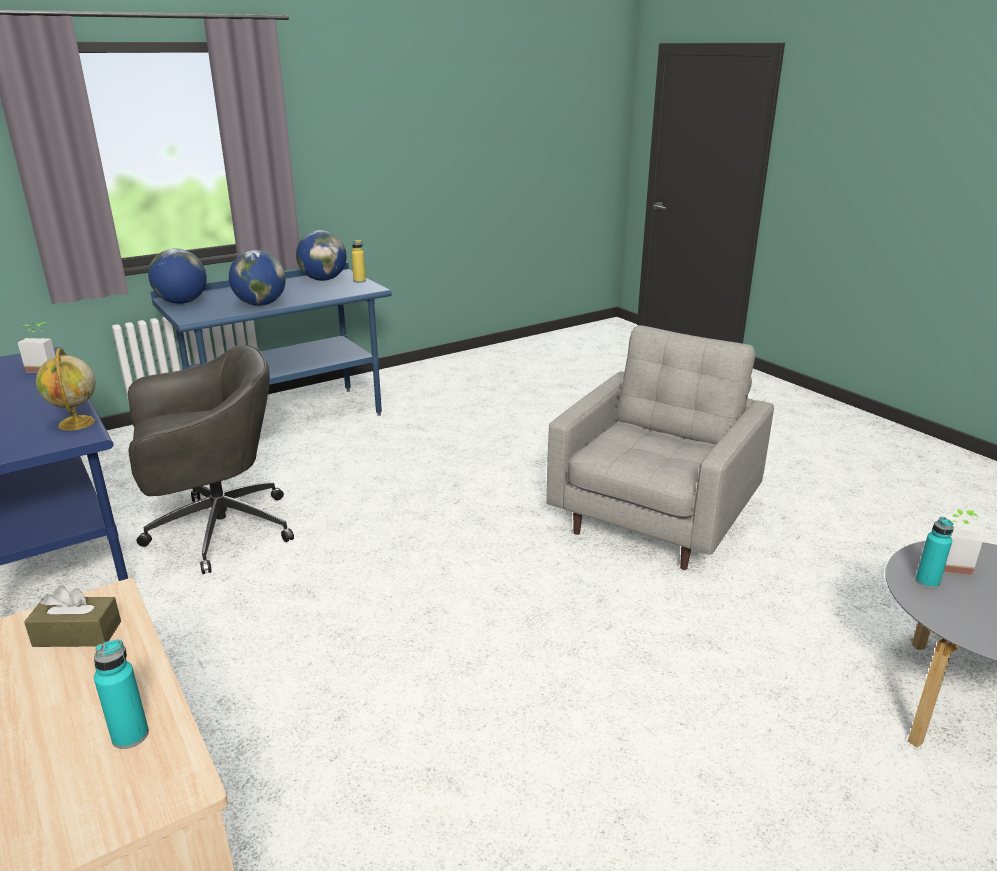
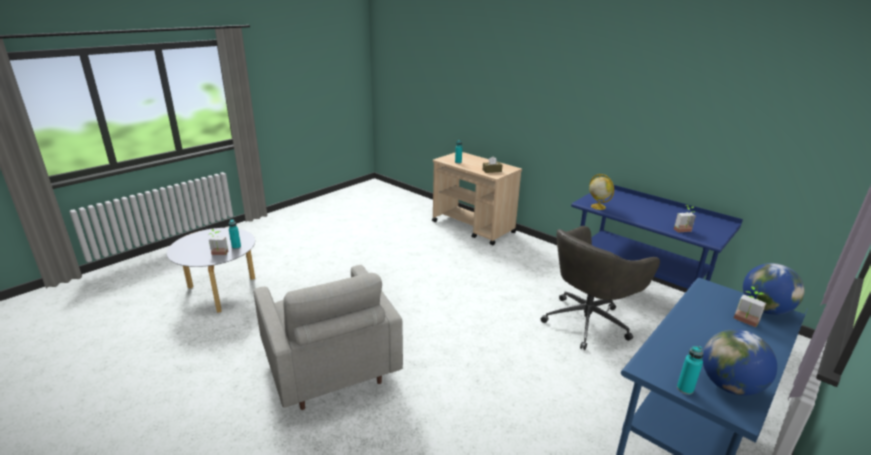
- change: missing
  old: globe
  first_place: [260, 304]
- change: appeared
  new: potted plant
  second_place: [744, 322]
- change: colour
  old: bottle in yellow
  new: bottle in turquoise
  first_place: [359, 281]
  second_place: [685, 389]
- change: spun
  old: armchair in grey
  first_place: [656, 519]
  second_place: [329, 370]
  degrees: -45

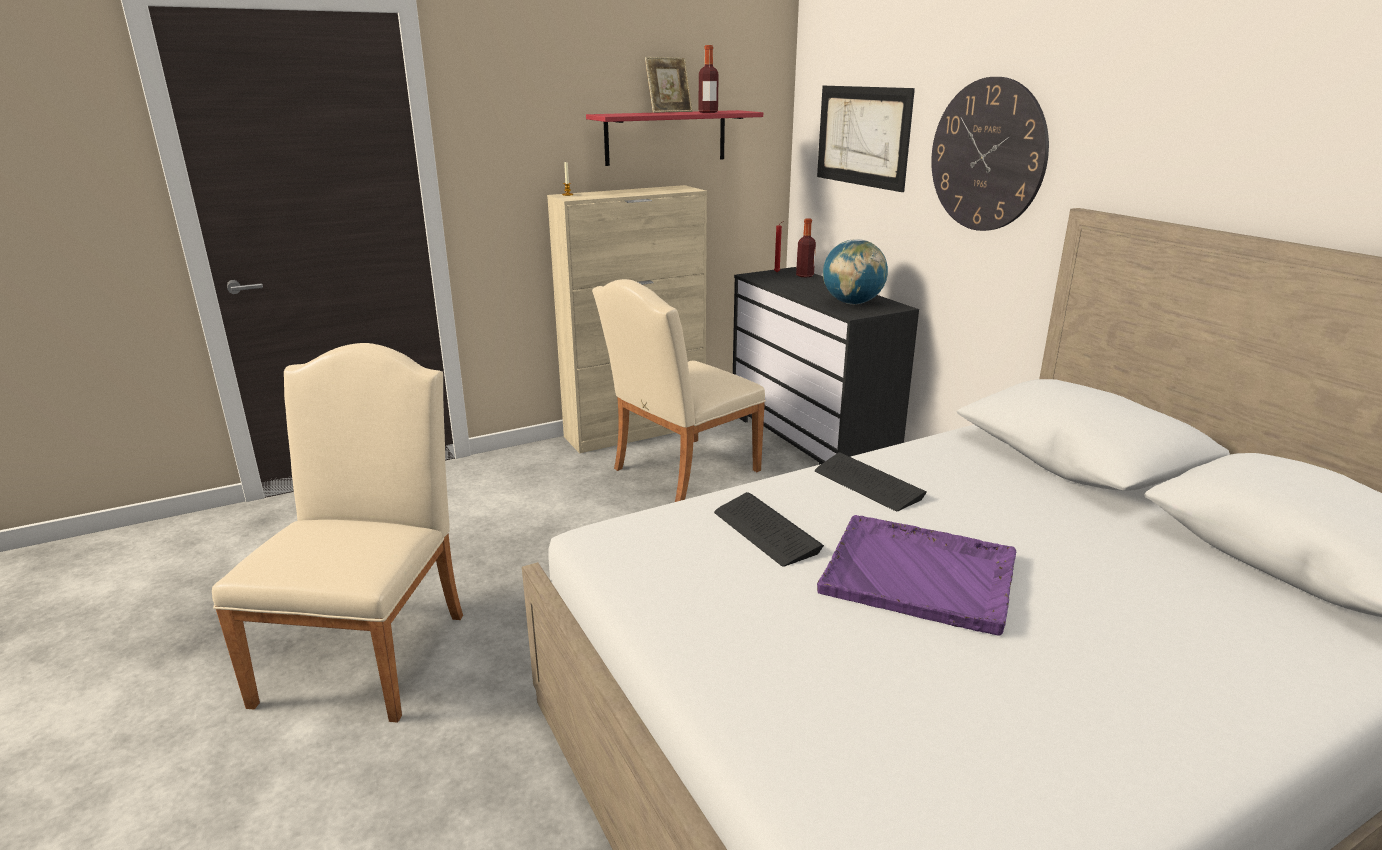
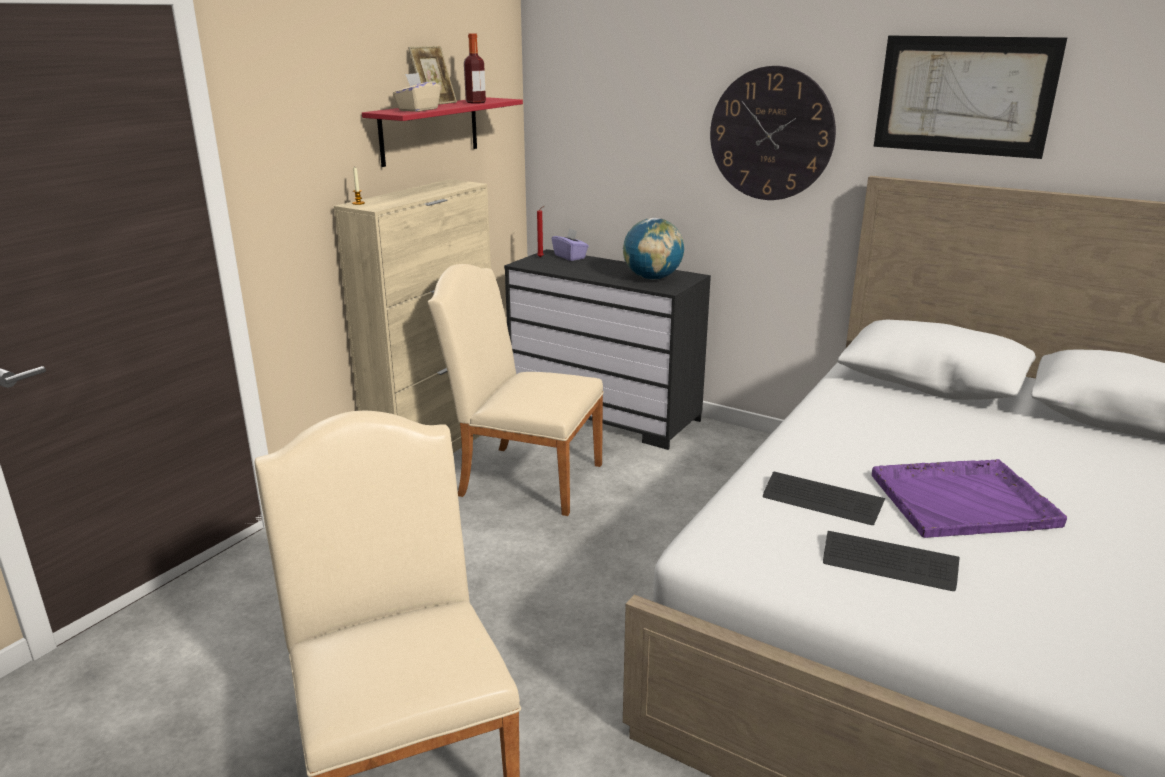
- change: appeared
  new: tissue box in beige
  second_place: [418, 110]
- change: relocated
  old: keyboard
  first_place: [868, 484]
  second_place: [889, 563]
- change: relocated
  old: picture
  first_place: [862, 136]
  second_place: [963, 95]
- change: exchanged
  old: bottle
  new: tissue box in purple
  first_place: [805, 275]
  second_place: [570, 257]
- change: spun
  old: chair in beige
  first_place: [679, 472]
  second_place: [522, 477]
  degrees: 90

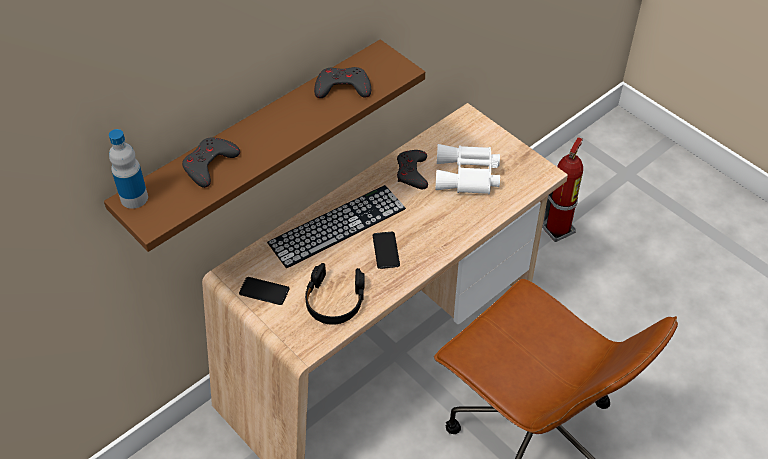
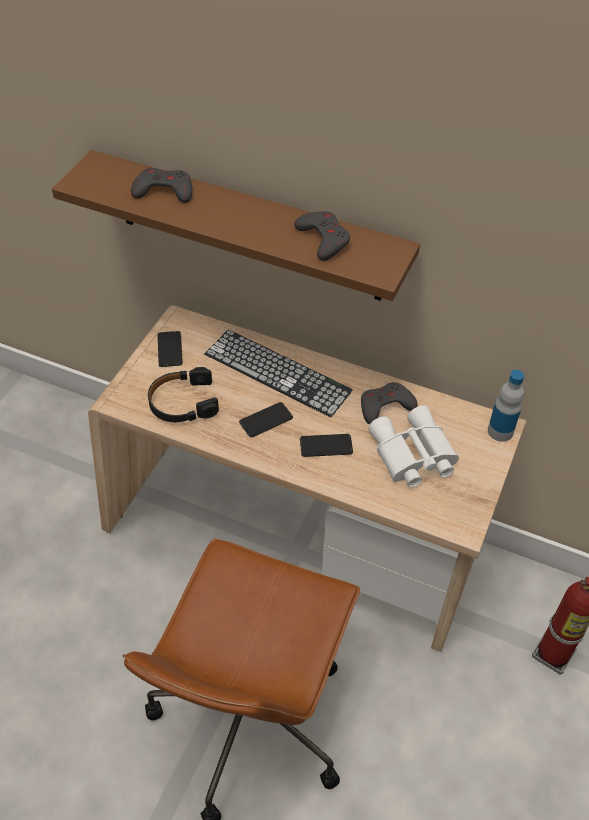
- change: appeared
  new: phone
  second_place: [326, 446]
- change: relocated
  old: bottle
  first_place: [134, 198]
  second_place: [500, 431]

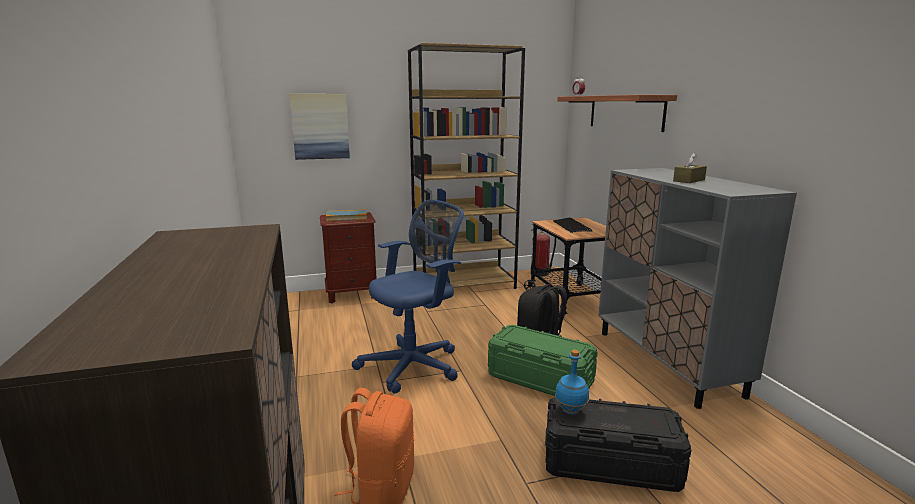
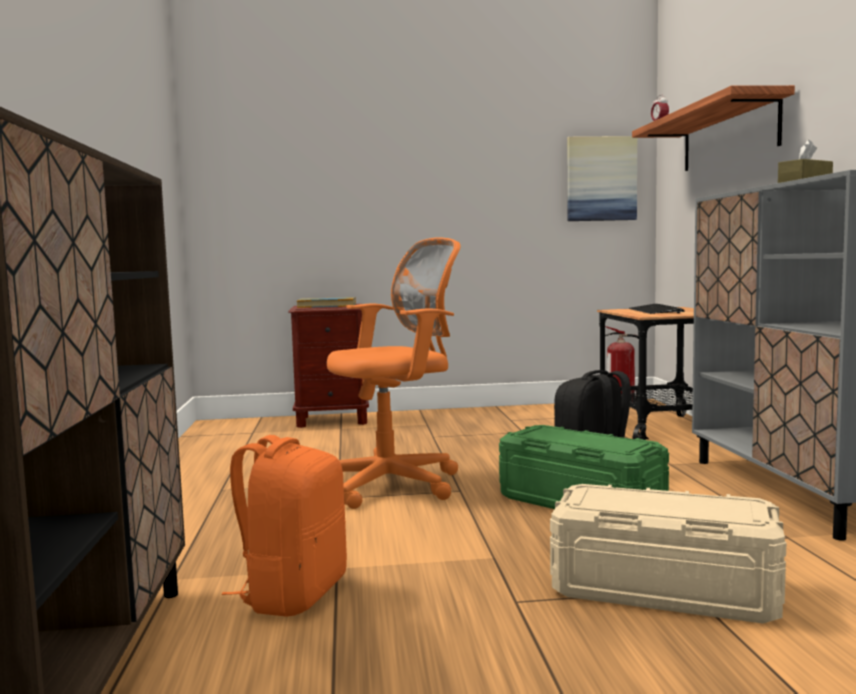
- change: missing
  old: bookcase in brown
  first_place: [464, 285]
- change: missing
  old: bottle in blue
  first_place: [571, 410]
- change: relocated
  old: picture
  first_place: [320, 126]
  second_place: [601, 179]
- change: colour
  old: office chair in blue
  new: office chair in orange
  first_place: [415, 365]
  second_place: [393, 484]
- change: colour
  old: storage box in black
  new: storage box in beige
  first_place: [610, 464]
  second_place: [664, 589]

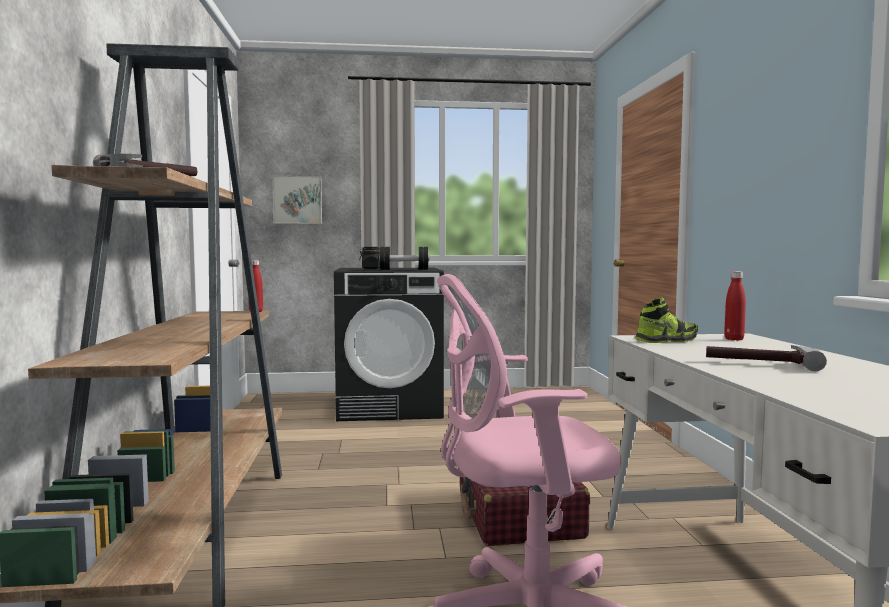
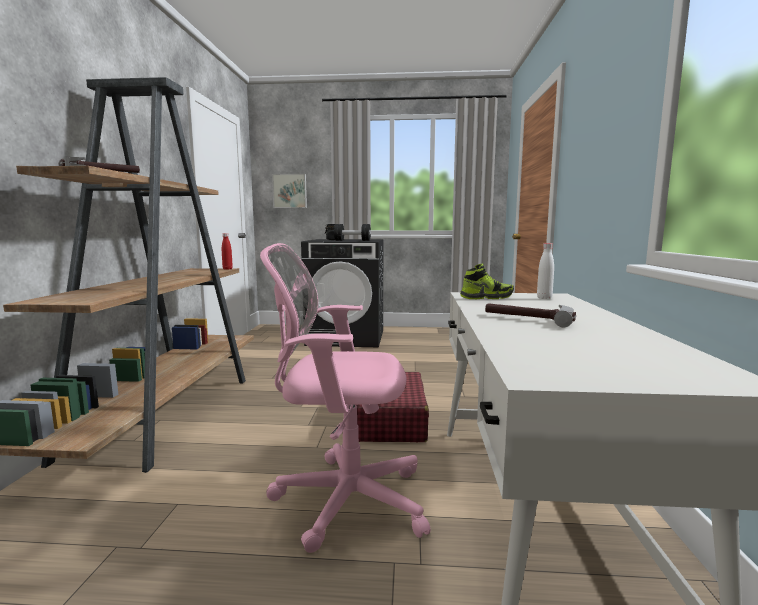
- change: colour
  old: bottle in red
  new: bottle in white
  first_place: [734, 339]
  second_place: [544, 298]

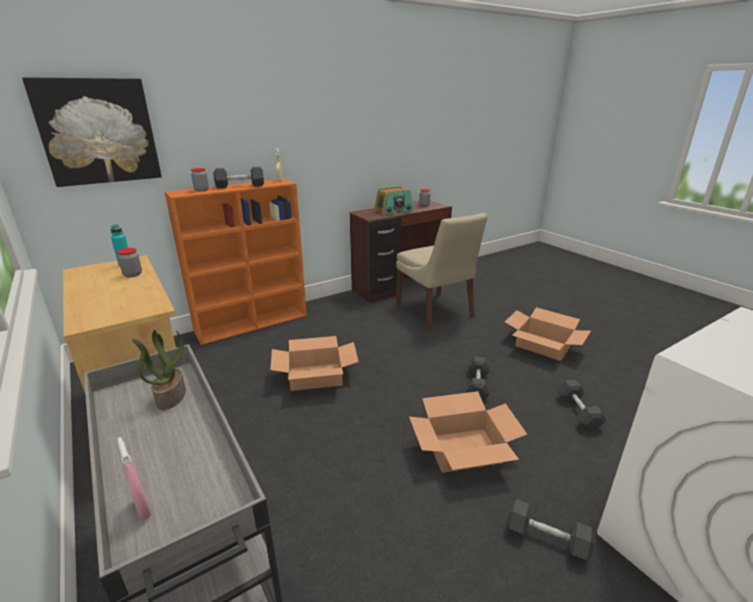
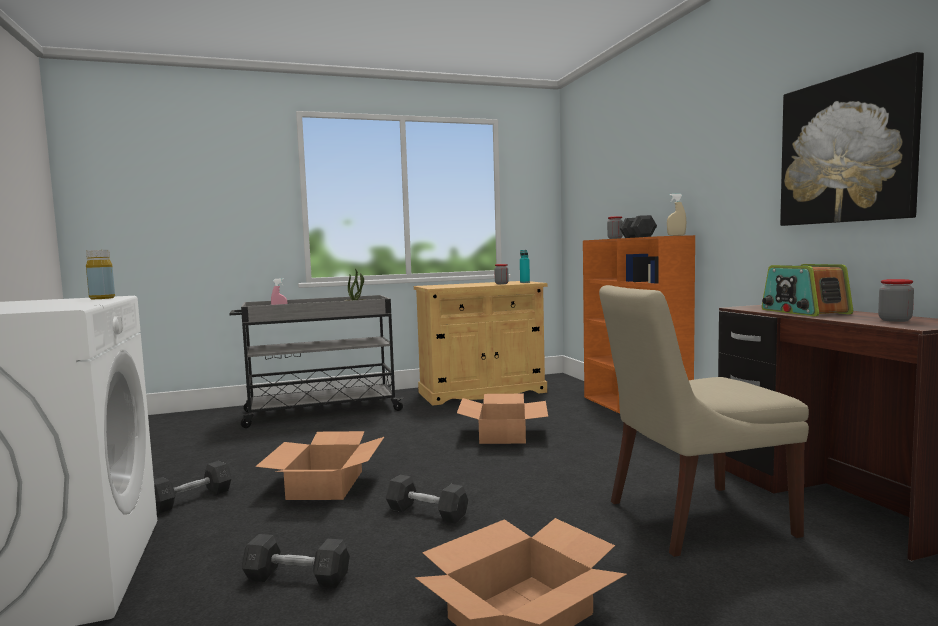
- change: appeared
  new: bottle in yellow
  second_place: [102, 298]
- change: relocated
  old: picture
  first_place: [98, 132]
  second_place: [847, 150]

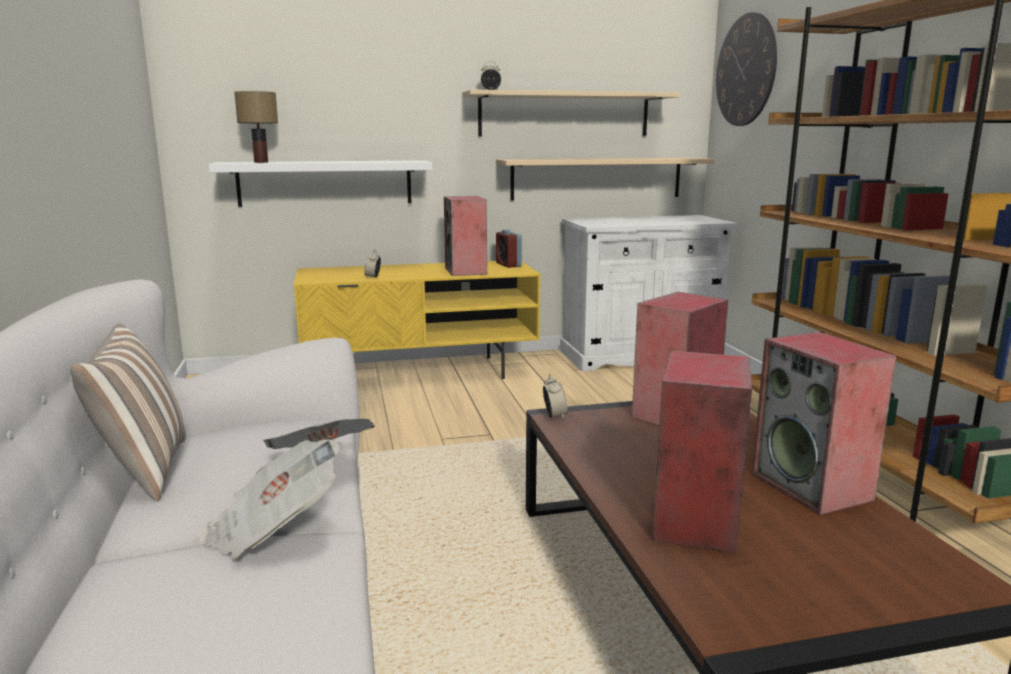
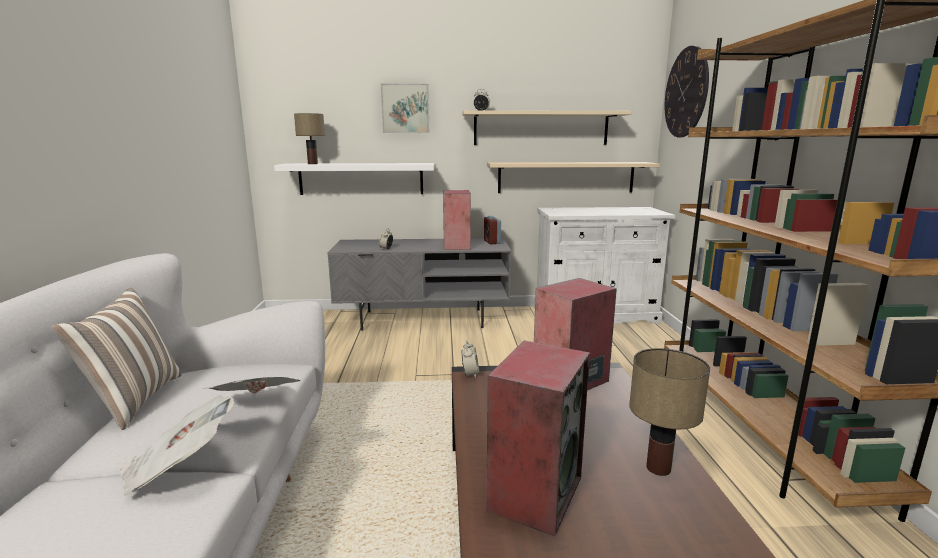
- change: appeared
  new: picture
  second_place: [405, 108]
- change: exchanged
  old: speaker
  new: table lamp
  first_place: [813, 487]
  second_place: [660, 469]
- change: colour
  old: tv stand in yellow
  new: tv stand in grey
  first_place: [421, 372]
  second_place: [424, 319]

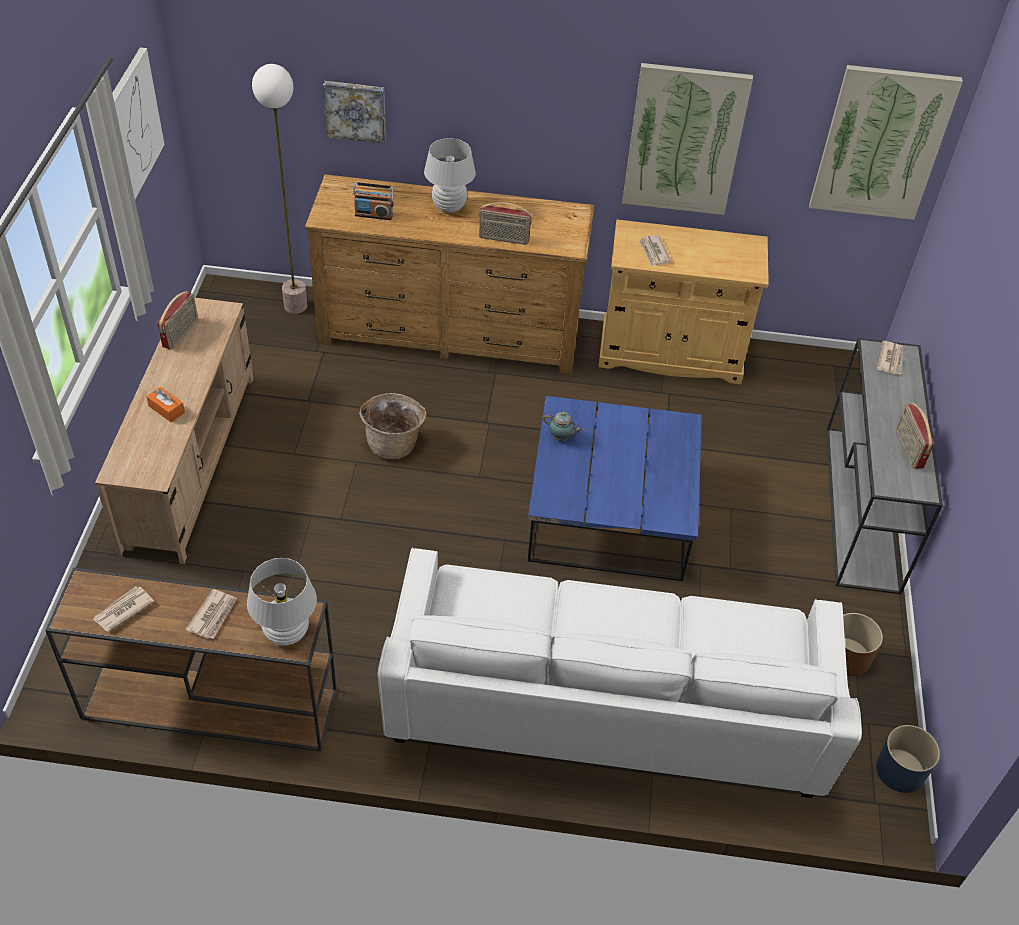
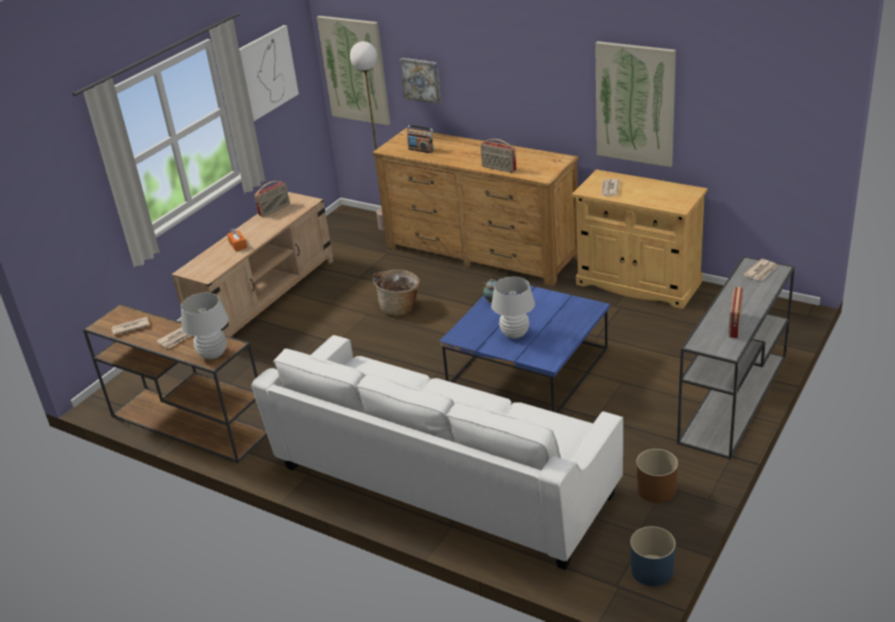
- change: relocated
  old: table lamp in white
  first_place: [449, 207]
  second_place: [515, 334]
- change: relocated
  old: picture
  first_place: [881, 143]
  second_place: [355, 70]

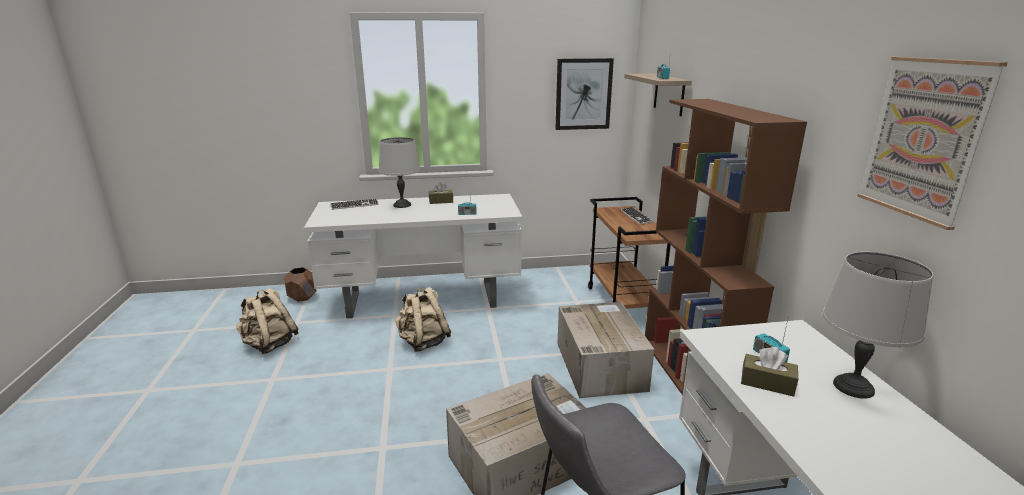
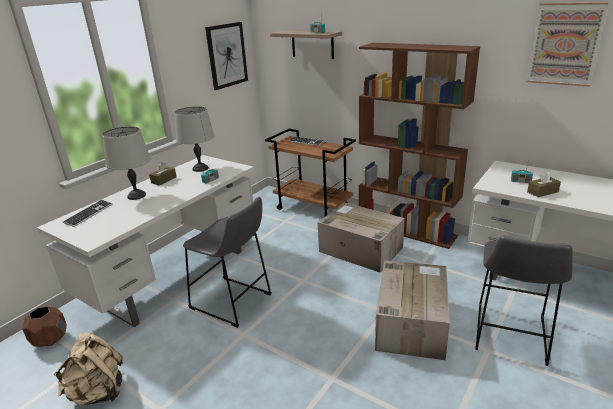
- change: relocated
  old: table lamp in grey
  first_place: [853, 387]
  second_place: [200, 168]
- change: exchanged
  old: backpack in beige
  new: stool in grey
  first_place: [423, 342]
  second_place: [234, 303]

